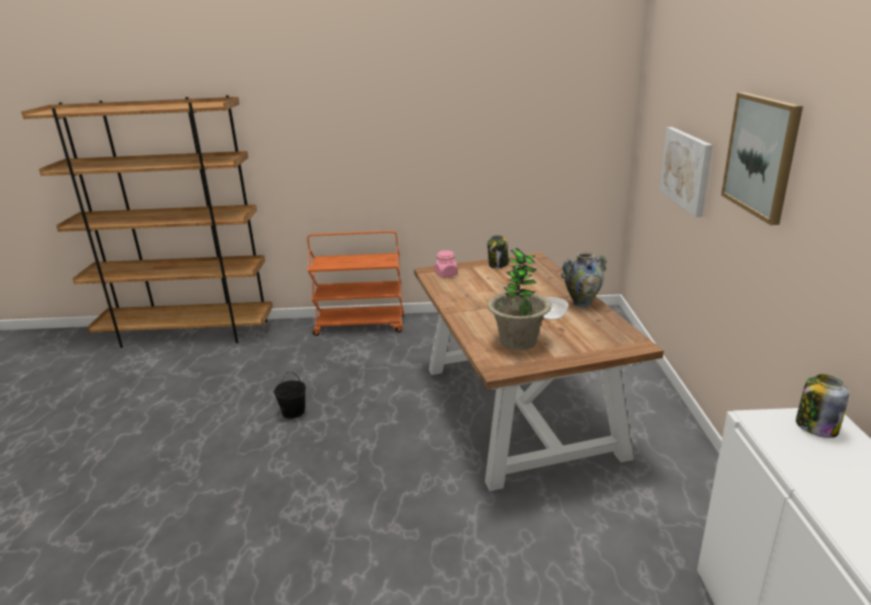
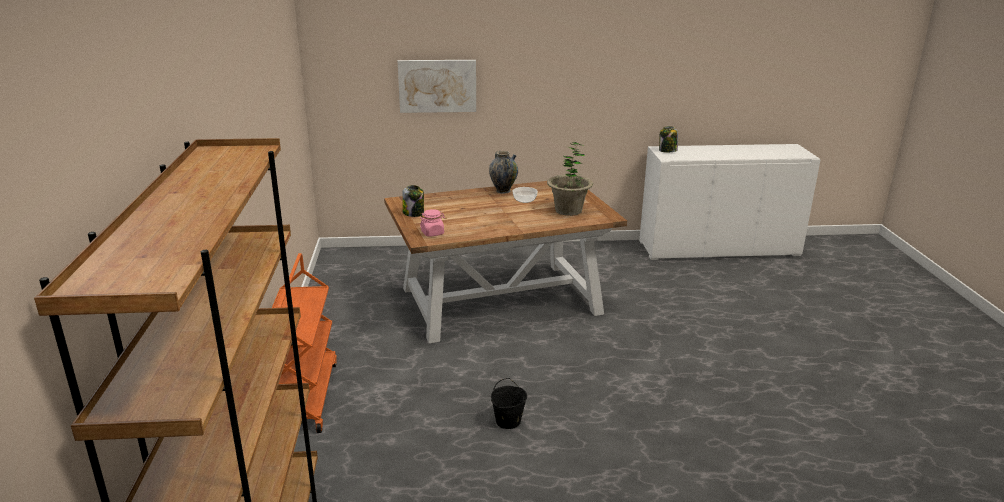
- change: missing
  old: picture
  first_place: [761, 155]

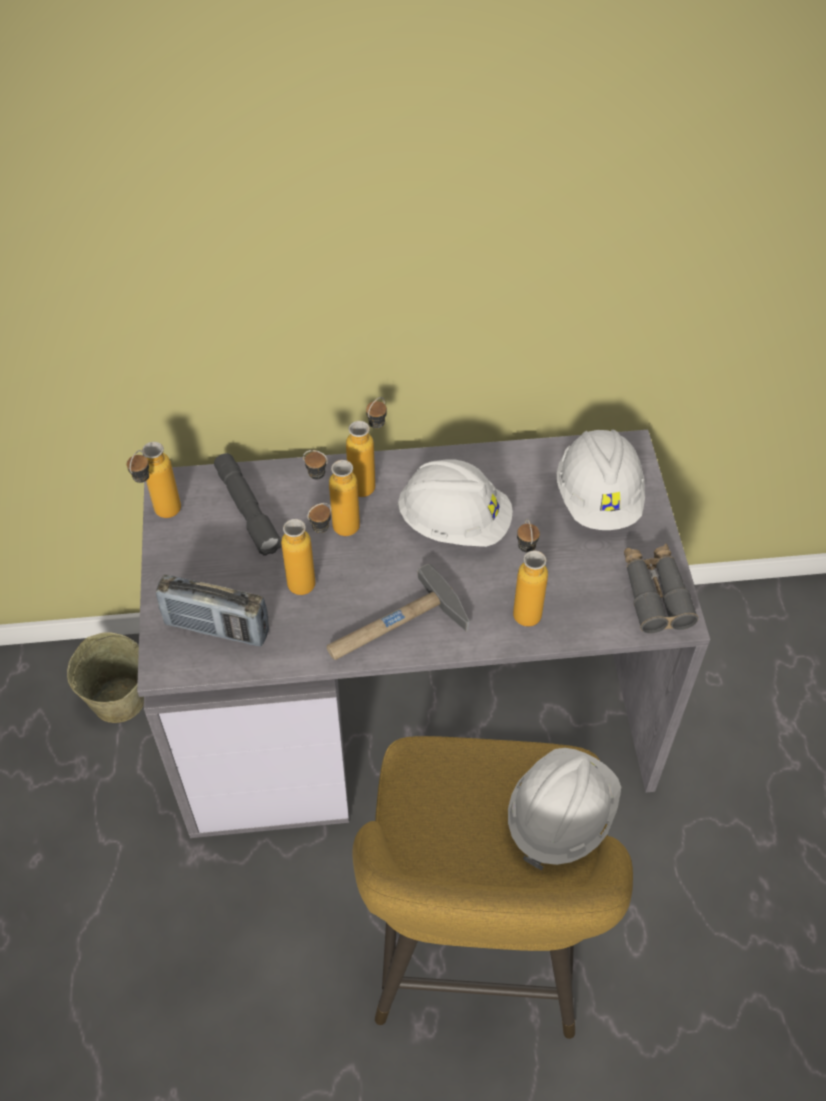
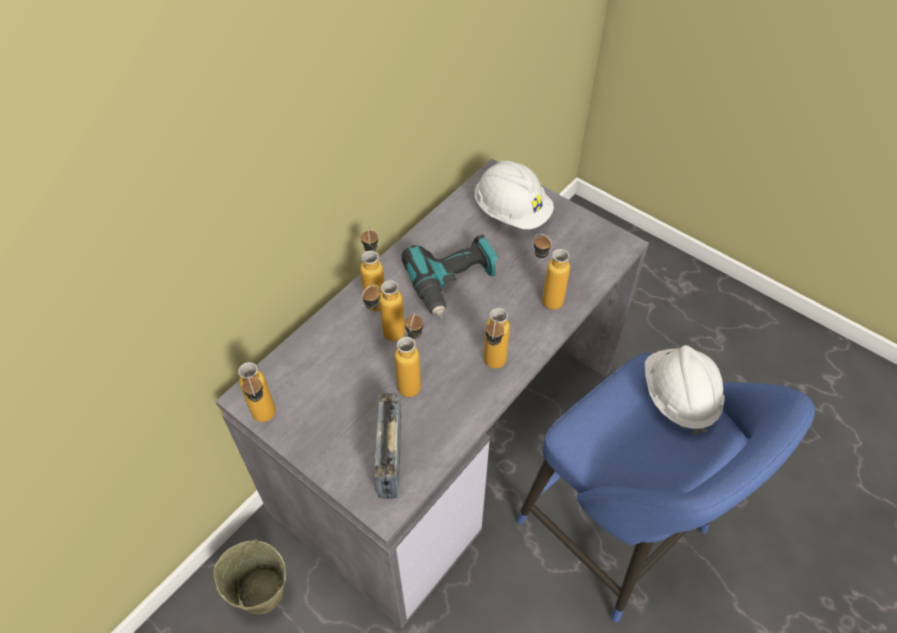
- change: missing
  old: flashlight in grey
  first_place: [247, 510]
- change: missing
  old: binoculars in grey
  first_place: [655, 593]
- change: exchanged
  old: hammer
  new: bottle
  first_place: [394, 628]
  second_place: [493, 368]
- change: exchanged
  old: hard hat in white
  new: power drill
  first_place: [454, 523]
  second_place: [453, 283]
- change: colour
  old: stool in yellow
  new: stool in blue
  first_place: [477, 952]
  second_place: [619, 534]
- change: spun
  old: radio
  first_place: [217, 628]
  second_place: [389, 458]
  degrees: 120

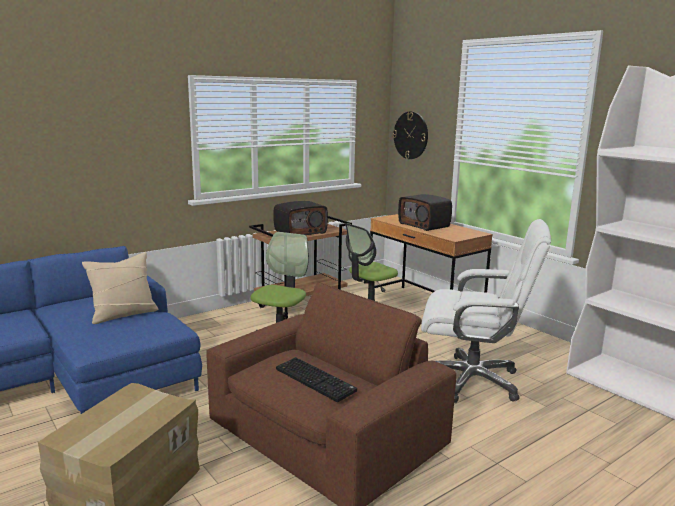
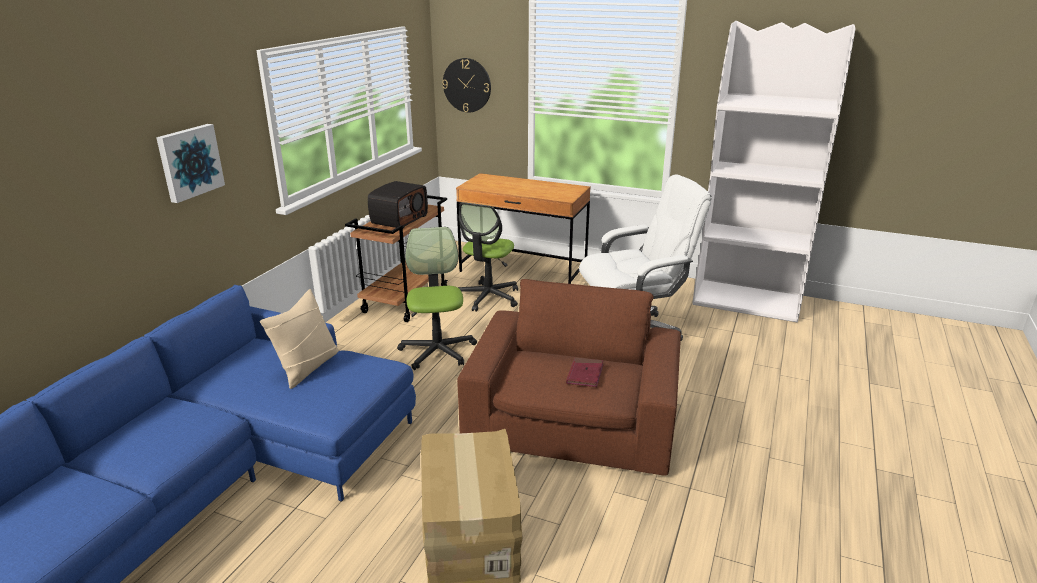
- change: missing
  old: radio
  first_place: [424, 225]
- change: appeared
  new: picture
  second_place: [189, 162]
- change: exchanged
  old: keyboard
  new: book in red
  first_place: [316, 380]
  second_place: [585, 374]

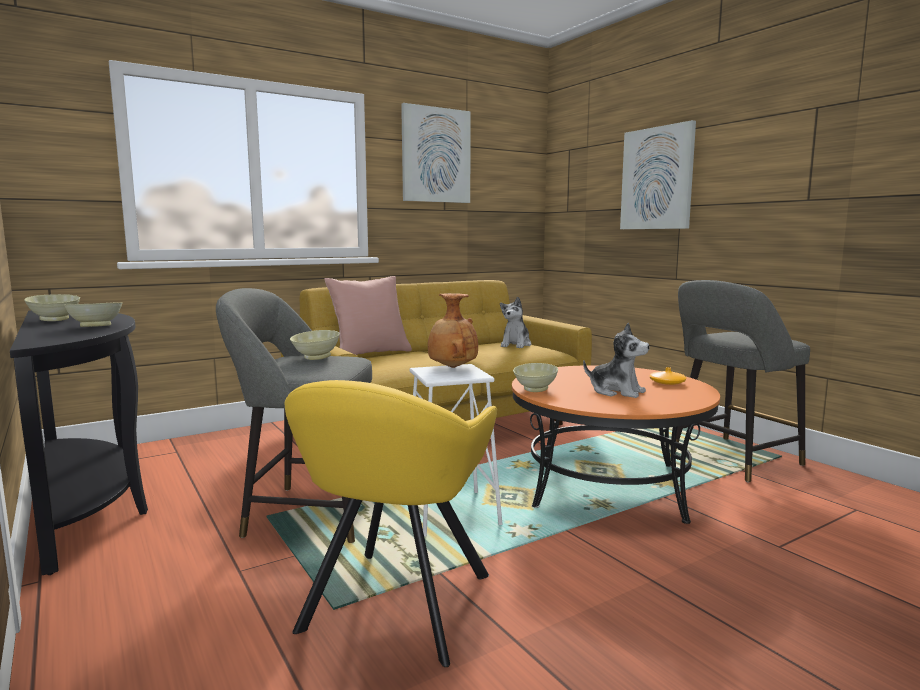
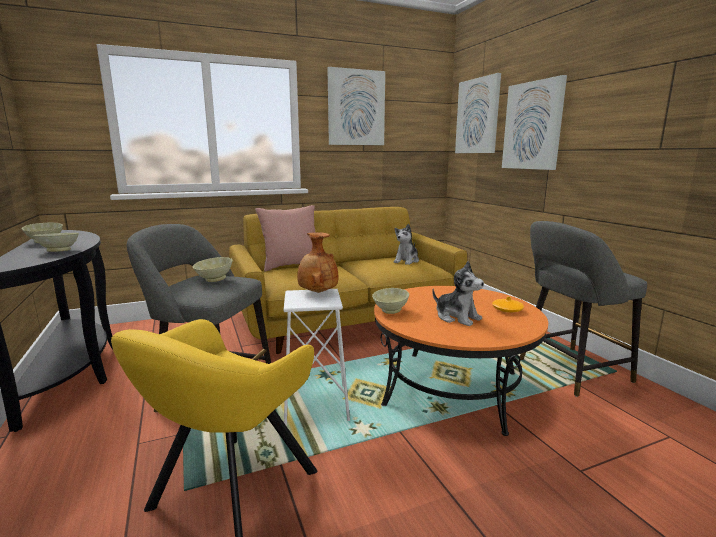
- change: appeared
  new: picture
  second_place: [477, 116]

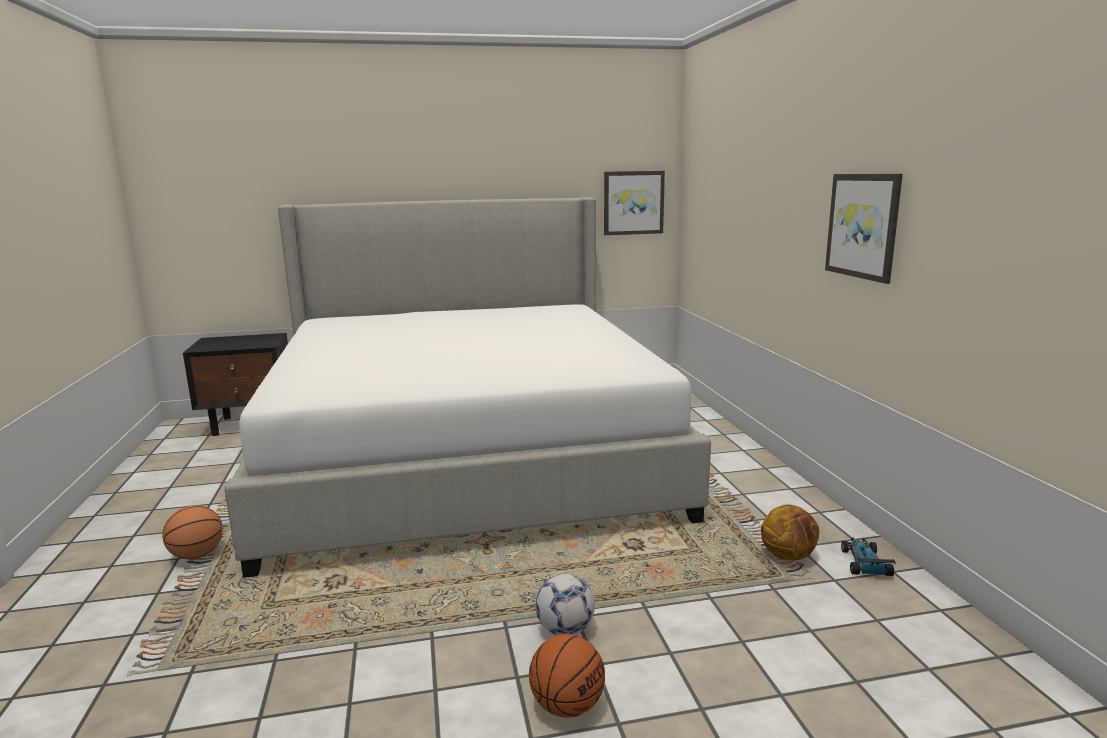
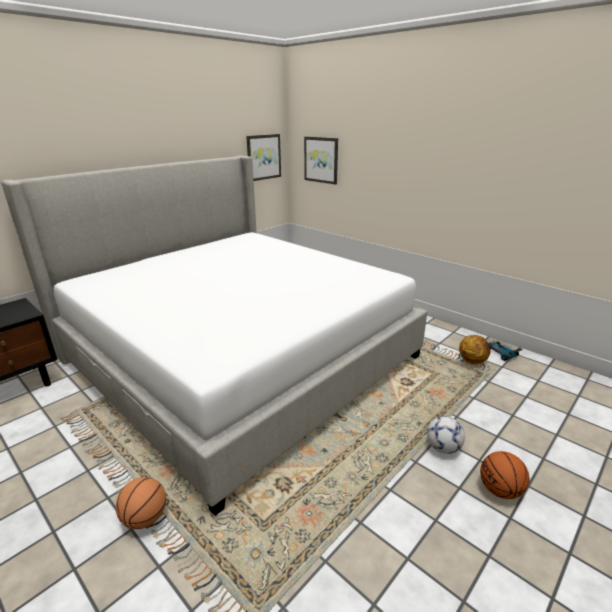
- change: relocated
  old: picture
  first_place: [863, 226]
  second_place: [321, 160]

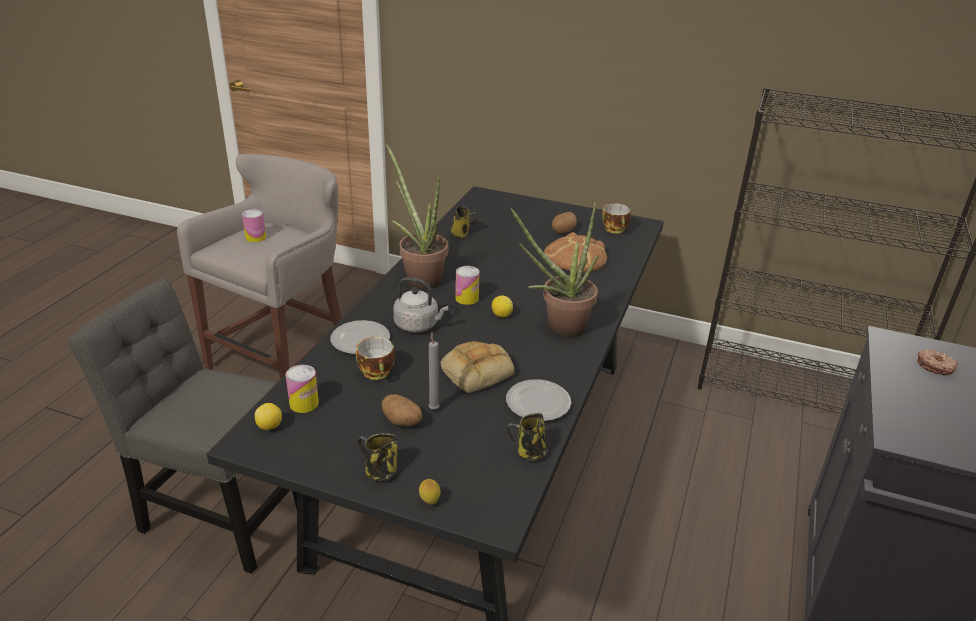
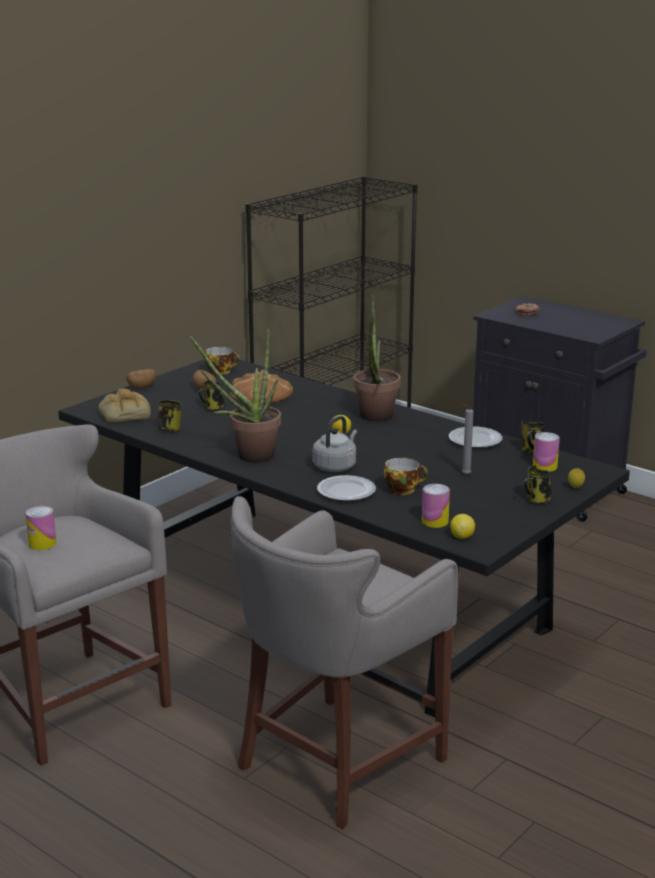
- change: appeared
  new: mug
  second_place: [213, 409]
- change: relocated
  old: potato
  first_place: [402, 421]
  second_place: [142, 387]
- change: relocated
  old: bread
  first_place: [477, 371]
  second_place: [124, 413]
- change: relocated
  old: can
  first_place: [467, 298]
  second_place: [545, 466]
- change: exchanged
  old: chair in grey
  new: stool in grey
  first_place: [218, 514]
  second_place: [335, 764]

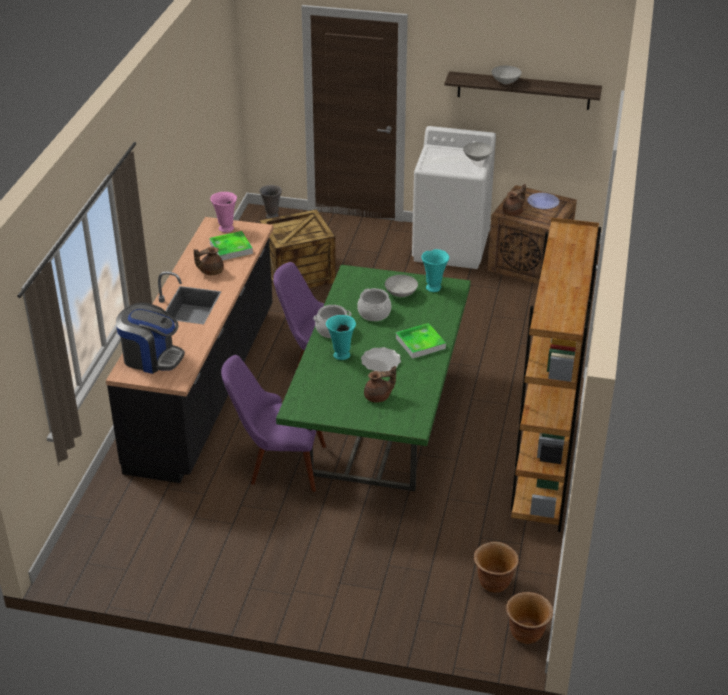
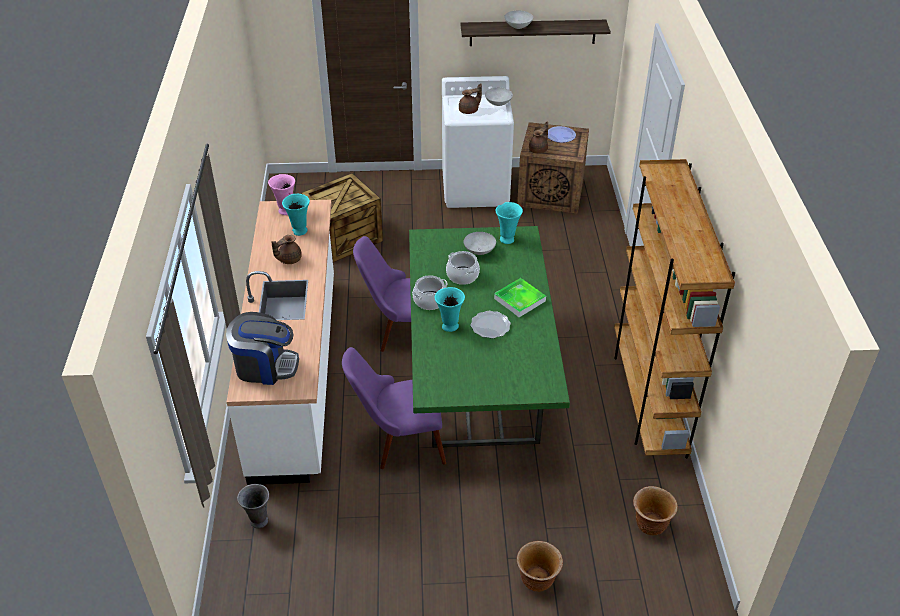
- change: relocated
  old: vase in grey
  first_place: [271, 216]
  second_place: [258, 521]
- change: relocated
  old: teapot in brown
  first_place: [378, 397]
  second_place: [469, 110]
- change: relocated
  old: planter in brown
  first_place: [526, 634]
  second_place: [537, 580]
- change: exchanged
  old: tray
  new: vase in turquoise
  first_place: [231, 248]
  second_place: [299, 231]
- change: colour
  old: counter in black
  new: counter in white
  first_place: [205, 387]
  second_place: [297, 373]

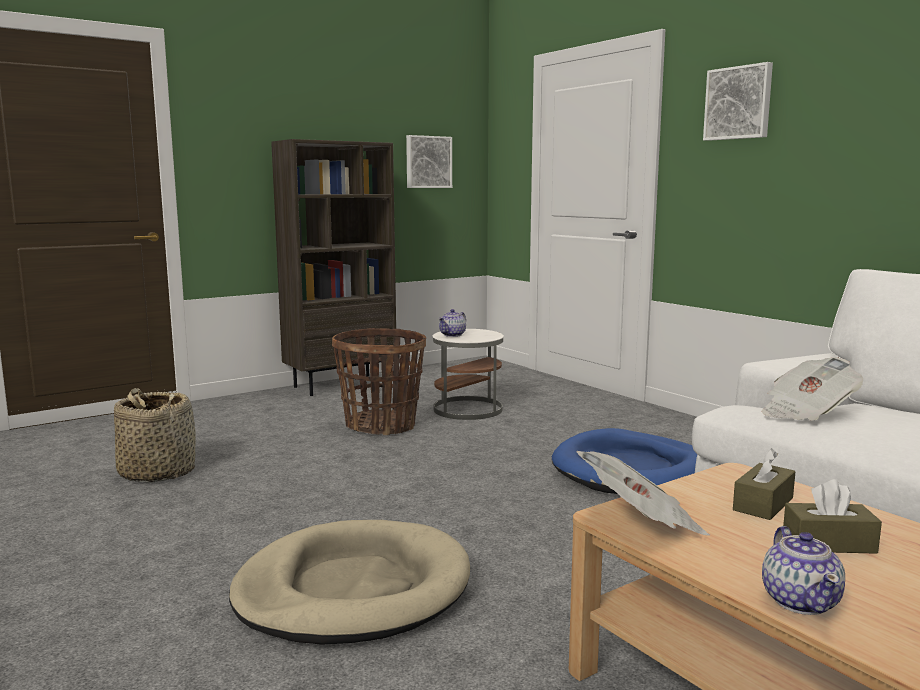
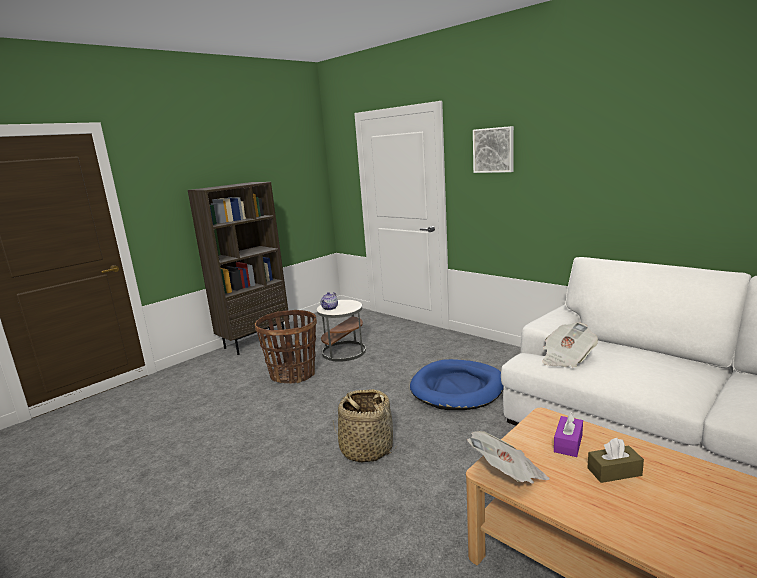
- change: missing
  old: dog bed in beige
  first_place: [353, 589]
- change: missing
  old: picture
  first_place: [428, 162]
- change: missing
  old: teapot
  first_place: [800, 601]
- change: relocated
  old: basket
  first_place: [157, 472]
  second_place: [366, 449]
- change: colour
  old: tissue box in brown
  new: tissue box in purple
  first_place: [763, 504]
  second_place: [568, 443]

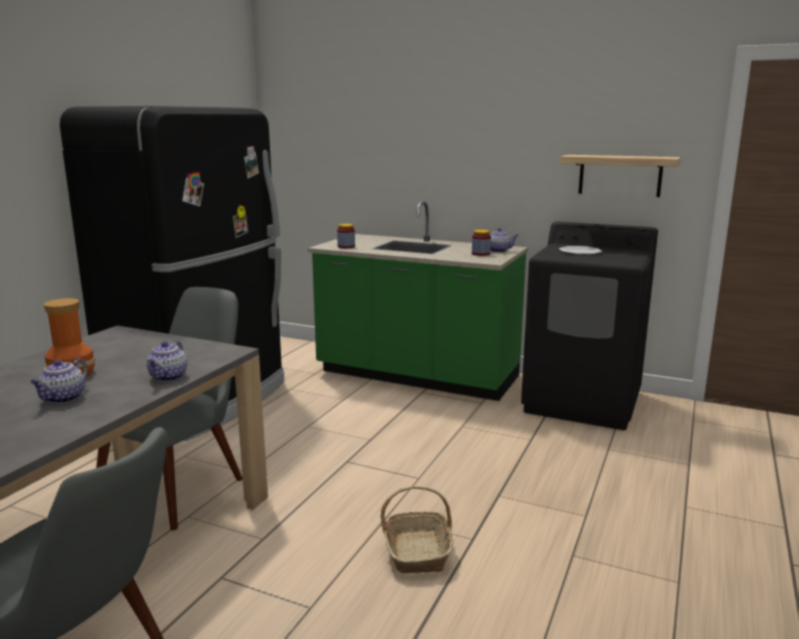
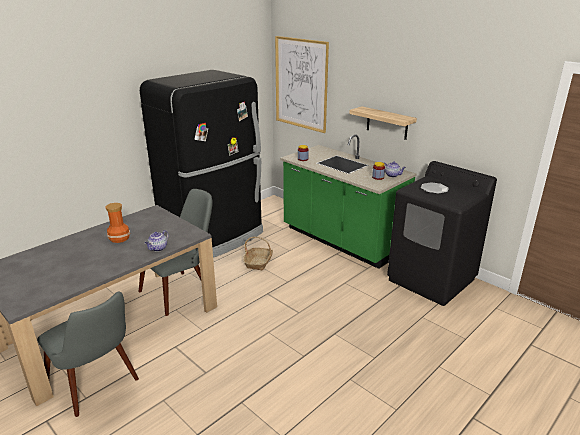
- change: missing
  old: teapot
  first_place: [63, 398]
- change: appeared
  new: picture
  second_place: [301, 84]
- change: relocated
  old: basket
  first_place: [417, 551]
  second_place: [258, 262]
- change: relocated
  old: shelf
  first_place: [620, 175]
  second_place: [387, 123]

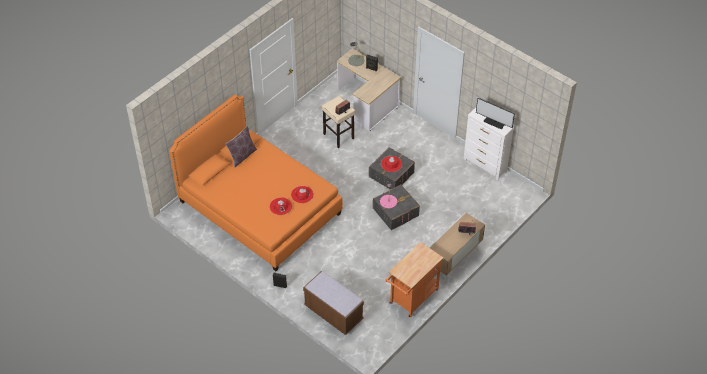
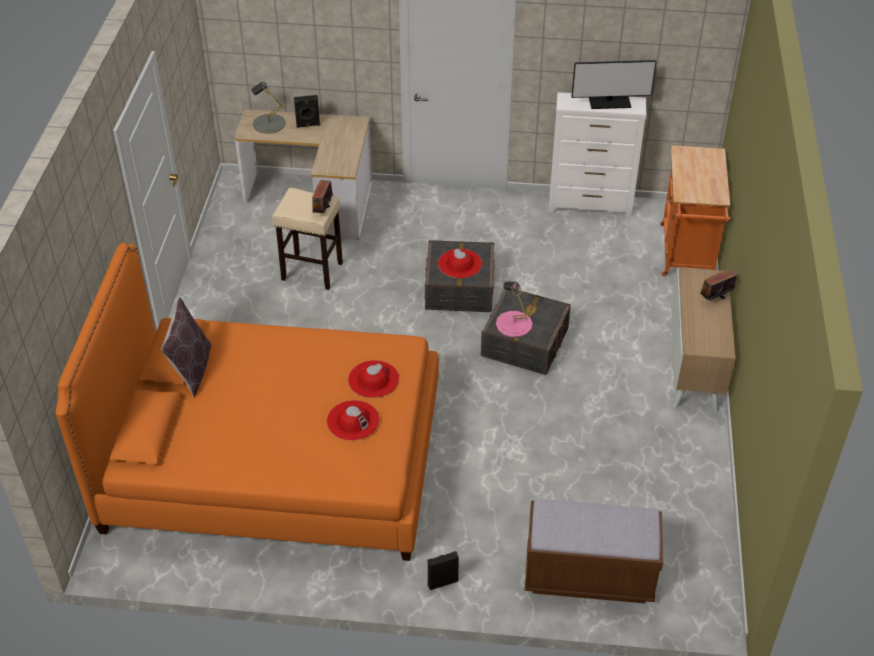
- change: relocated
  old: cart in orange
  first_place: [411, 299]
  second_place: [686, 256]

